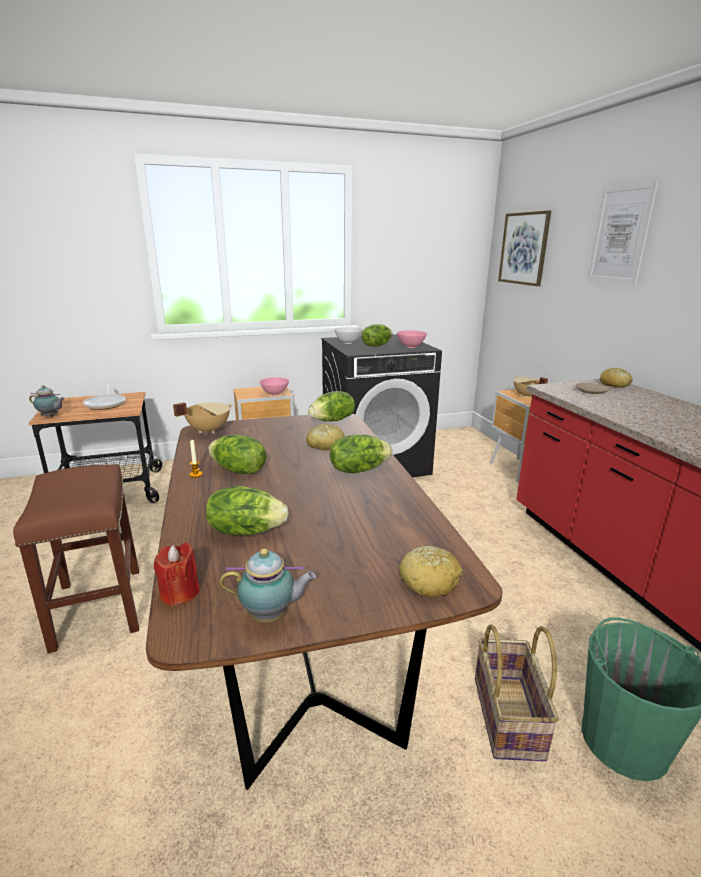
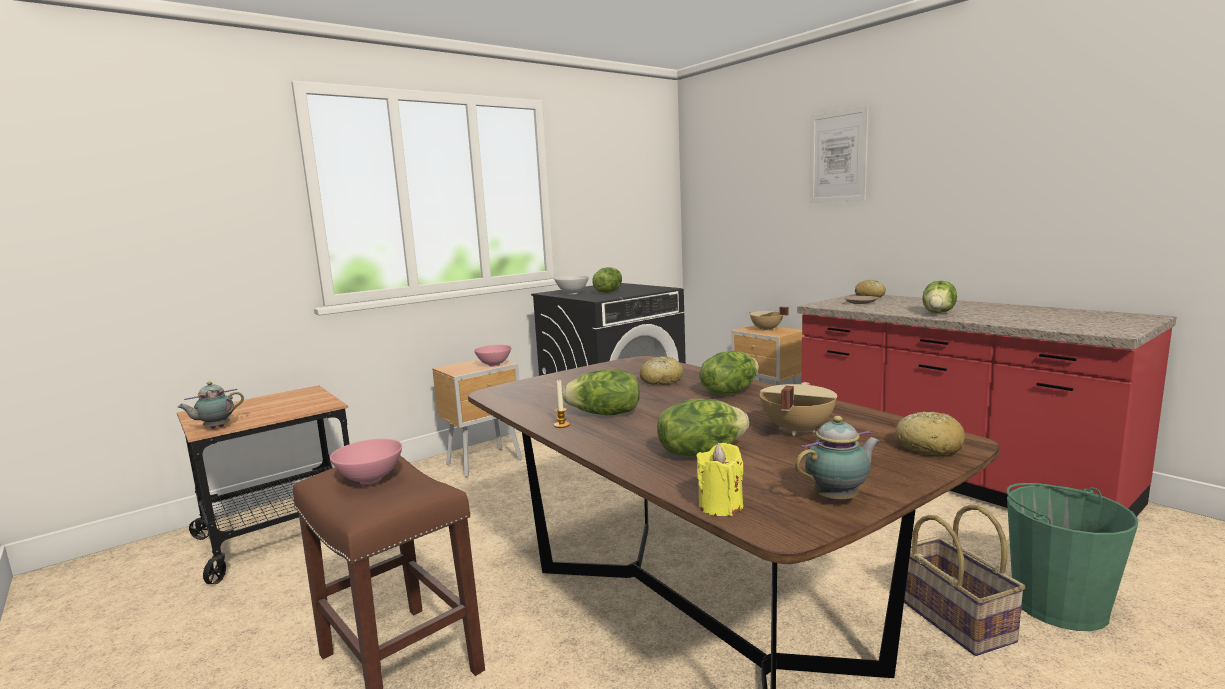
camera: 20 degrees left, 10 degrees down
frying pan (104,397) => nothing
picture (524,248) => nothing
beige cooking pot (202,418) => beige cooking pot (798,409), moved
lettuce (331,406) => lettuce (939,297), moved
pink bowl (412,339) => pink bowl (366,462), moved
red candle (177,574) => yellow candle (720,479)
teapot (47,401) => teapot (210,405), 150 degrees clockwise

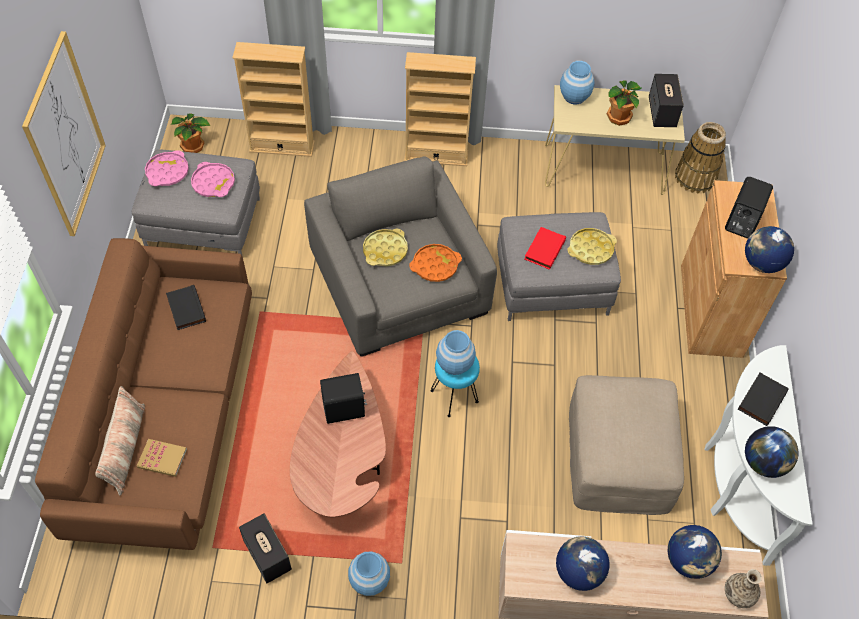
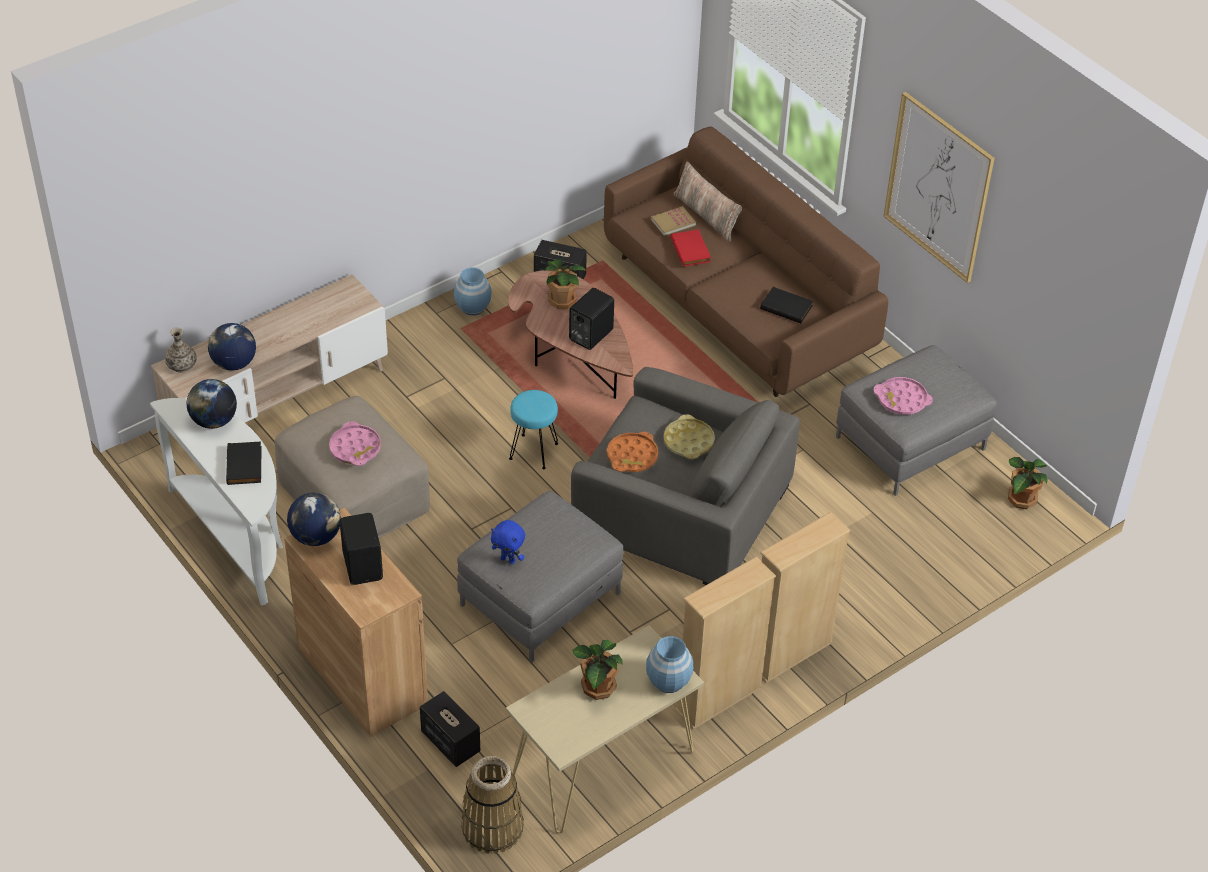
camera: 140 degrees right, 10 degrees down
blue vase (456,352) => nothing
globe (583,563) => nothing
nothing => potted plant (565,284)
pink tray (167,168) => pink tray (355,443), moved
beige bookcase (273,99) => beige bookcase (725,643), moved
red book (545,248) => red book (691,248), moved
speaker (666,100) => speaker (450,729), moved
yellow tray (592,246) => blue plush toy (508,542)

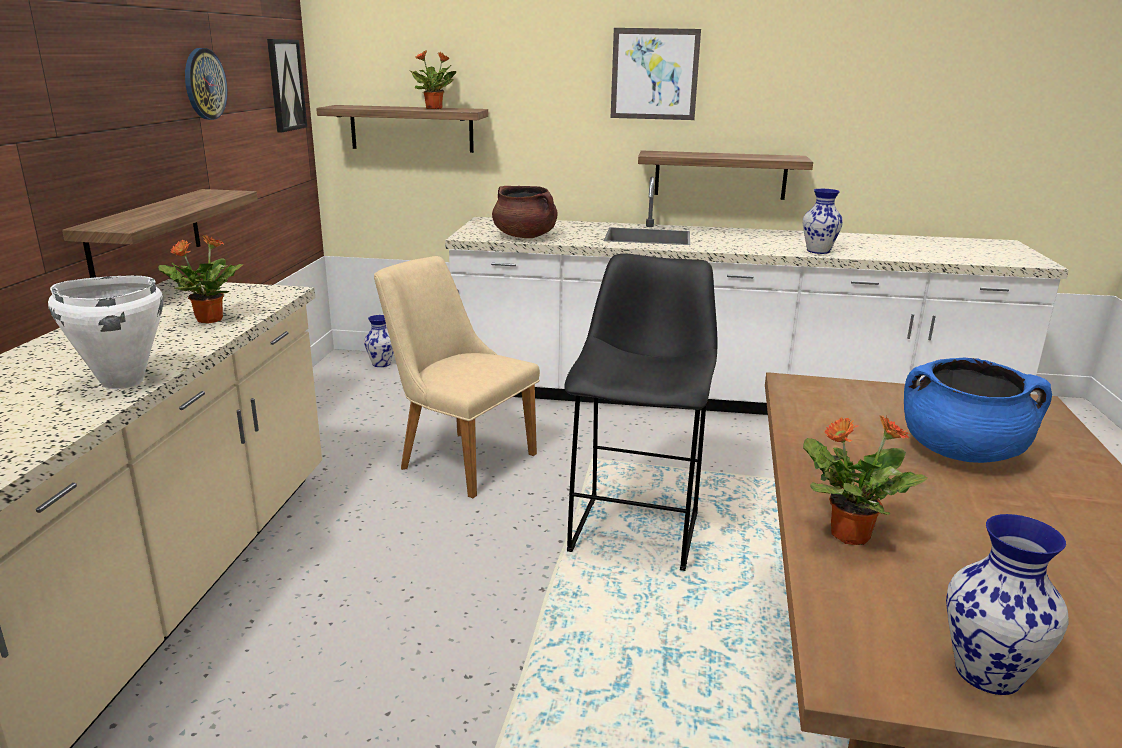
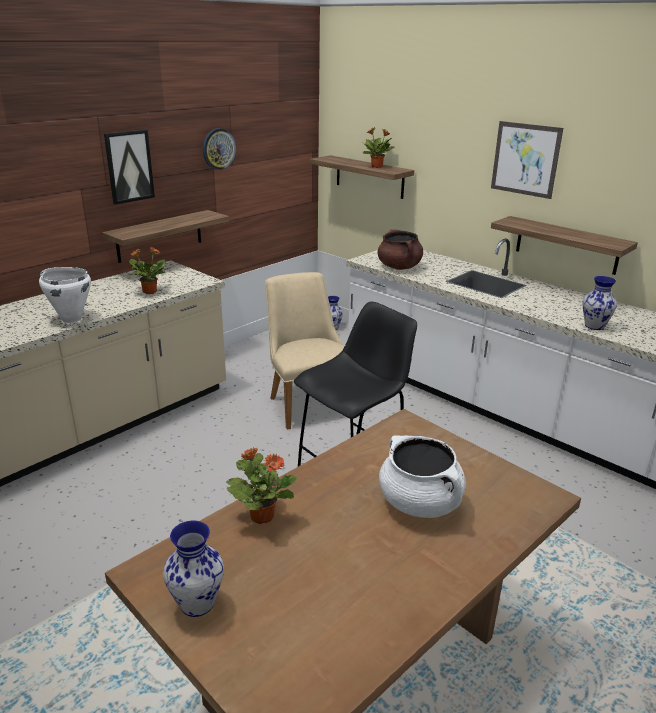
camera: 35 degrees right, 5 degrees up
picture (287,85) => picture (129,167), moved
blue cooking pot (978,410) => white cooking pot (422,476)

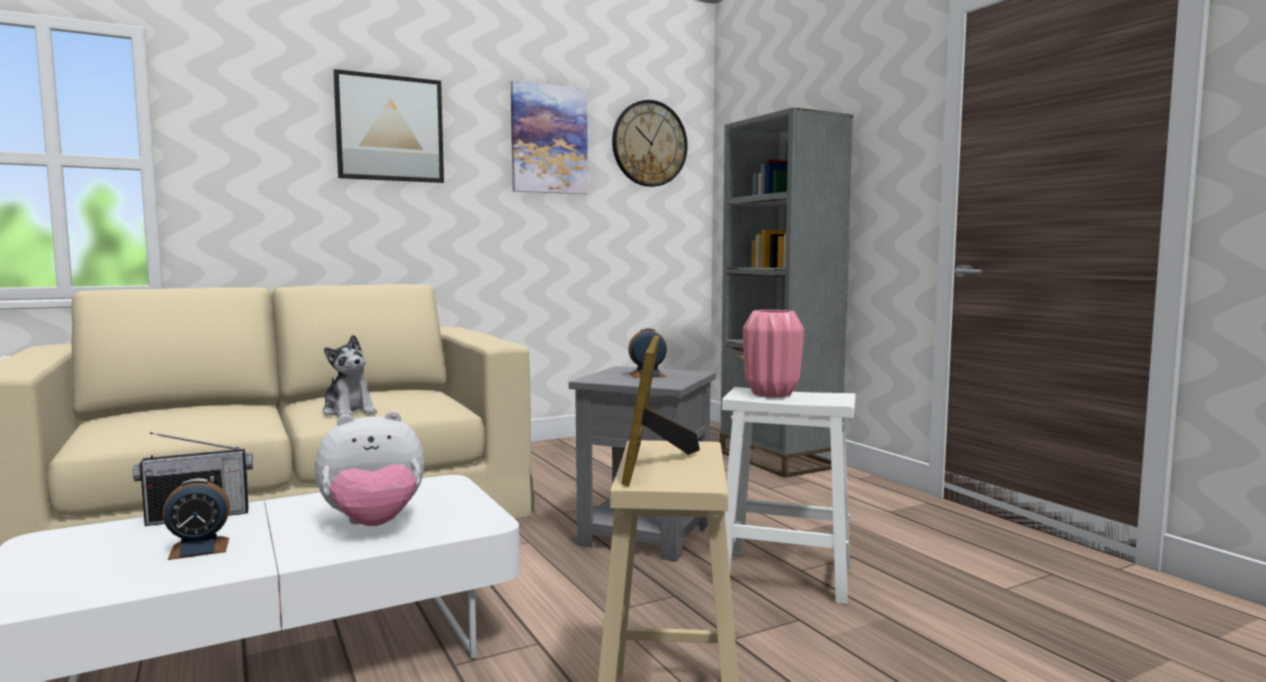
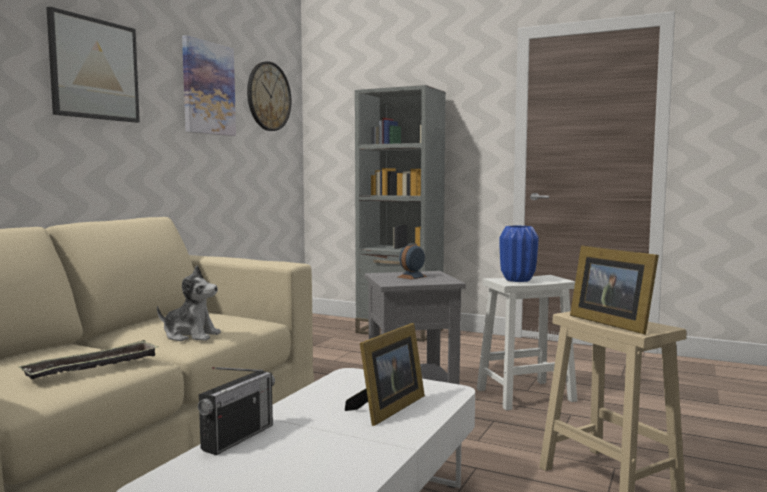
camera: 35 degrees left, 0 degrees up
alarm clock (196,519) => nothing
nothing => tray (89,360)
plush toy (369,468) => picture frame (385,374)
pink vase (773,354) => blue vase (519,254)

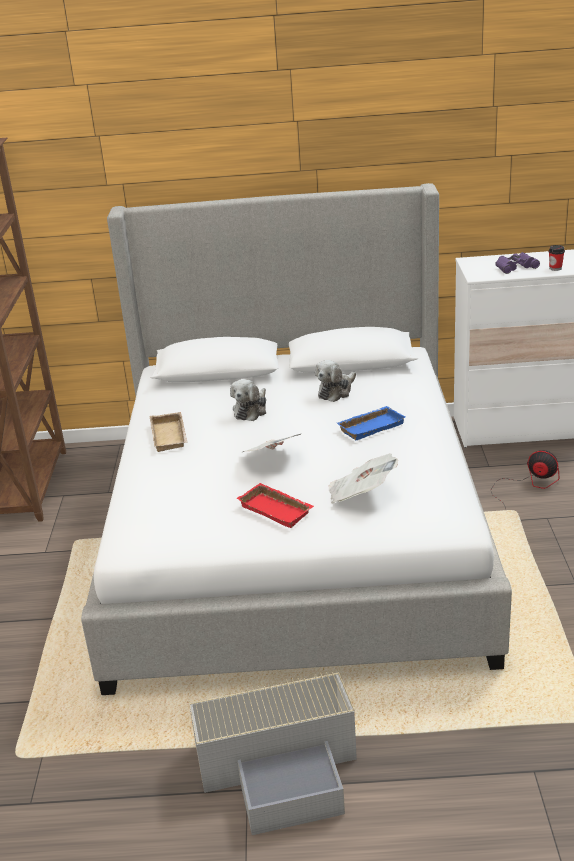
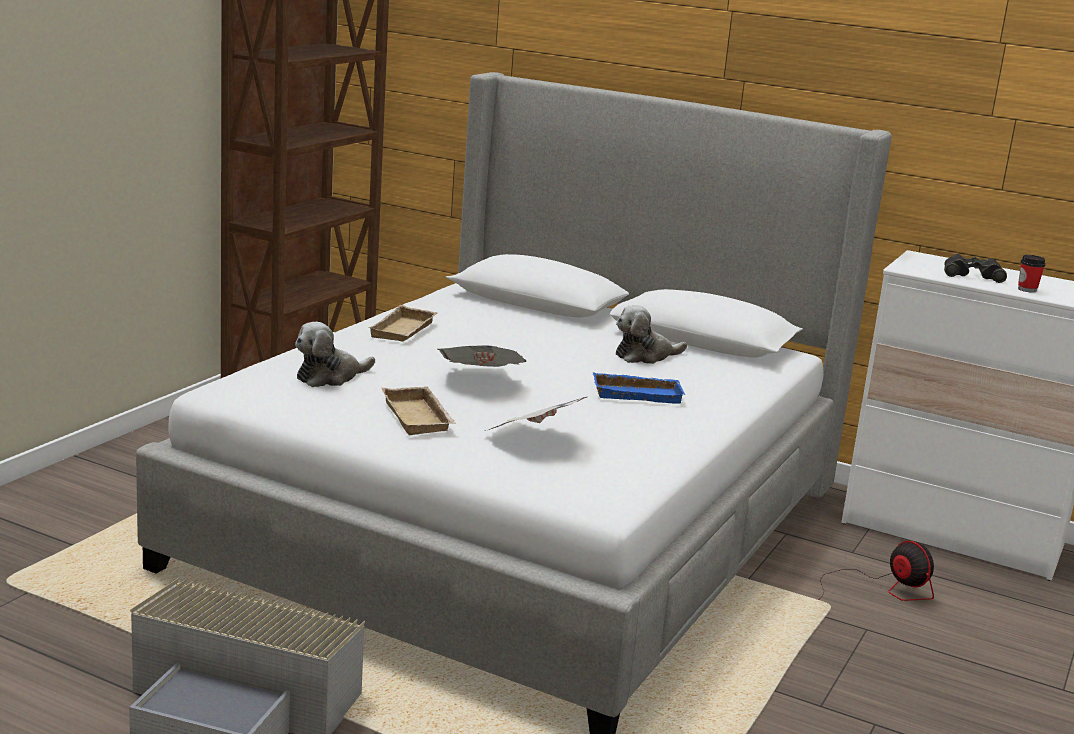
camera: 25 degrees right, 10 degrees down
plush toy (248,400) => plush toy (335,354), moved
red tray (275,505) => beige tray (419,411)
purple binoculars (517,263) => black binoculars (975,268)

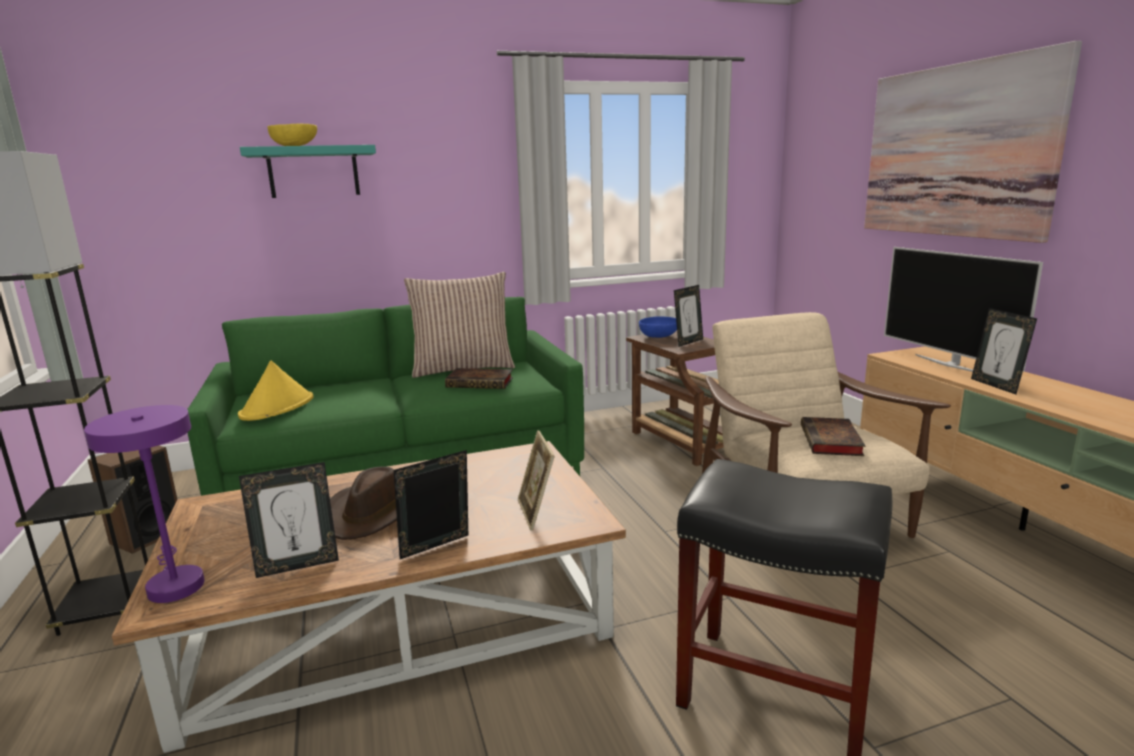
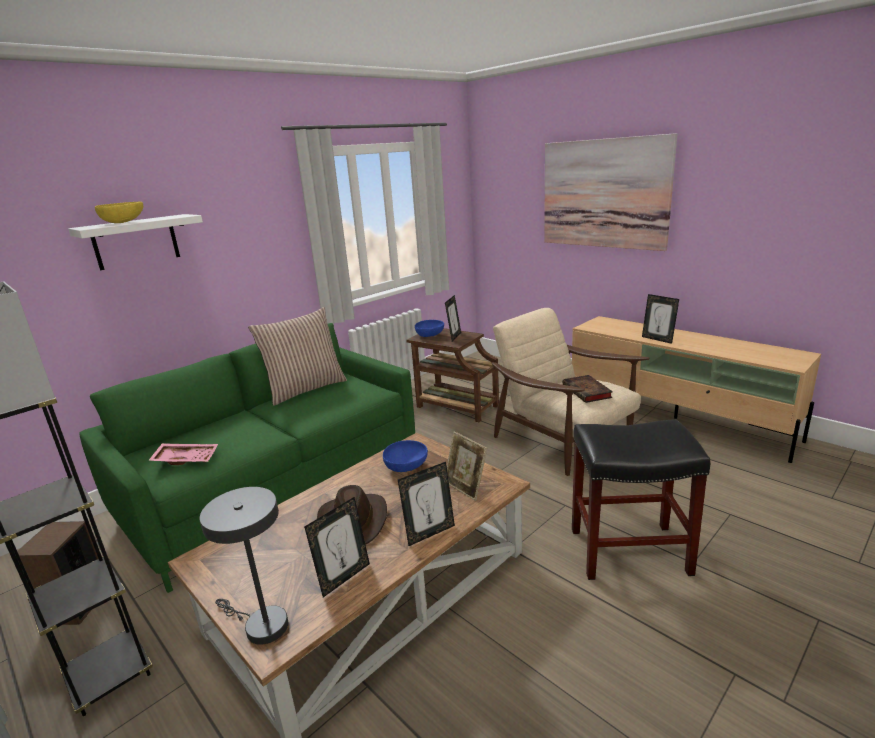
camera: 25 degrees left, 5 degrees up
book (479,378) => nothing
television (963,309) => nothing
nothing => blue bowl (405,456)
yellow hat (275,391) => pink tray (183,454)
purple table lamp (144,504) => grey table lamp (243,566)
turquoise shelf (308,171) => white shelf (135,242)
picture frame (431,504) => picture frame (426,504), 150 degrees counterclockwise

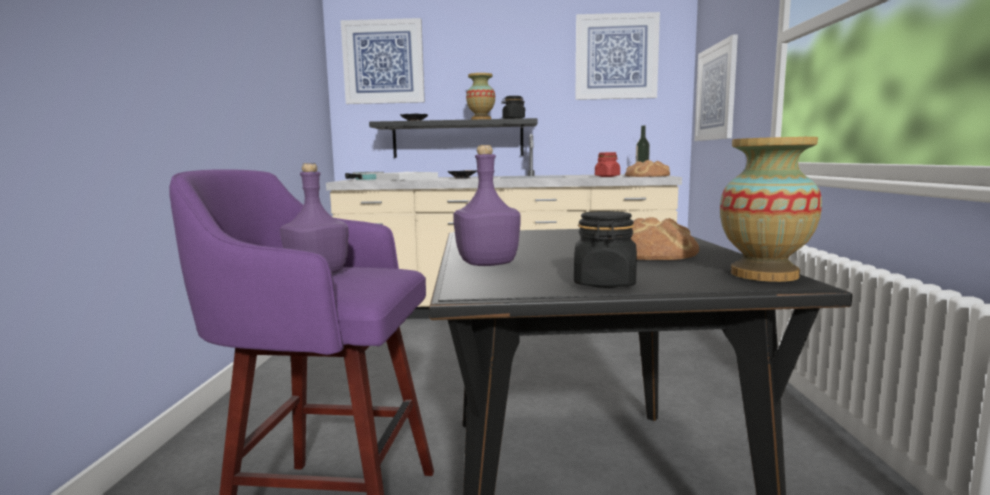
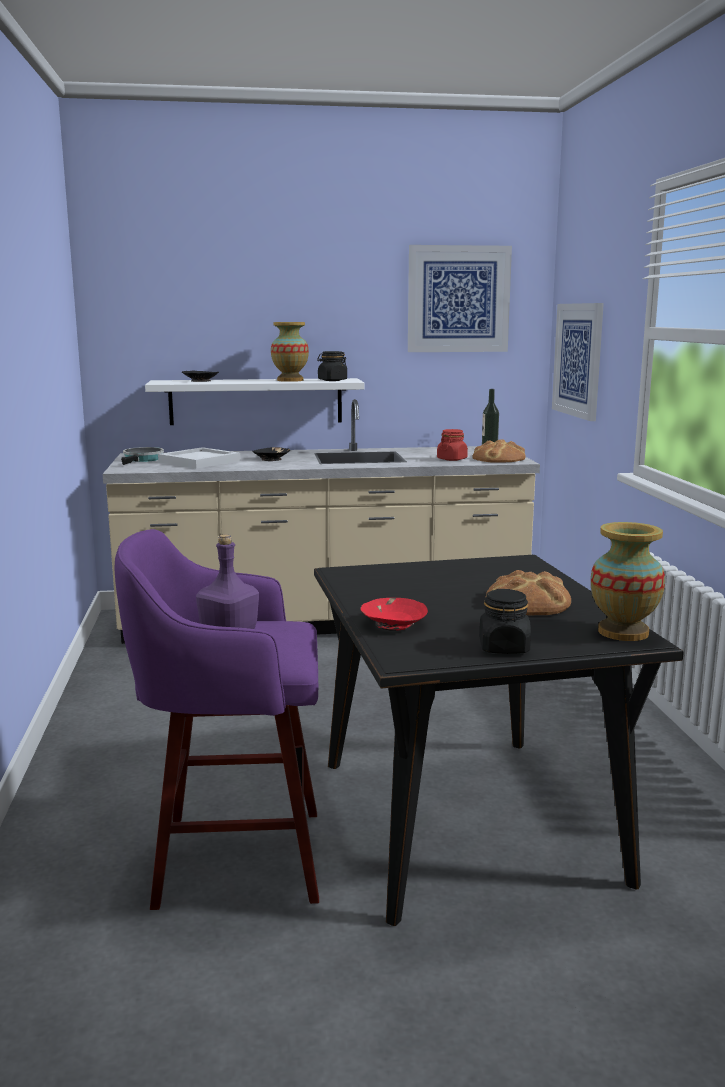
camera: 10 degrees left, 5 degrees up
picture (383,61) => nothing
purple bottle (487,205) => red bowl (394,614)
black shelf (453,138) => white shelf (255,401)

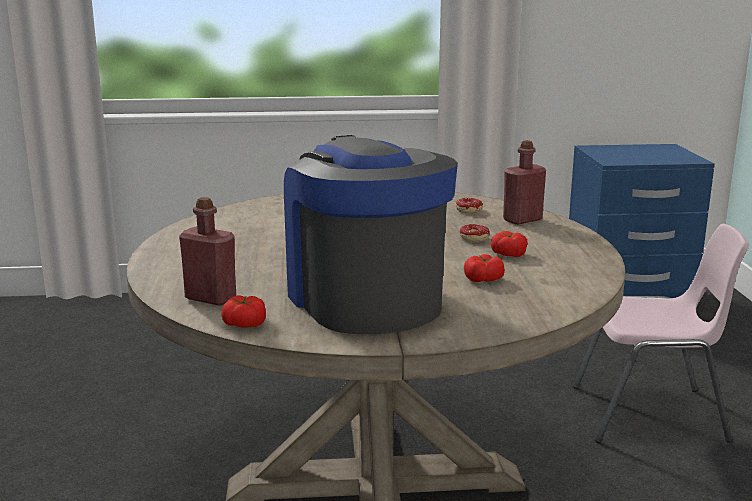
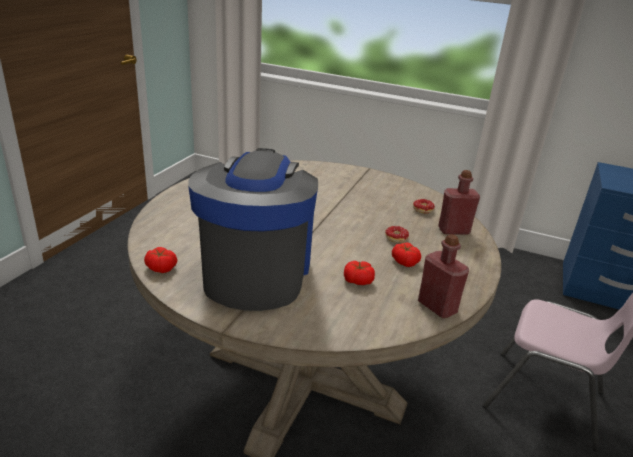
camera: 25 degrees right, 10 degrees up
red bottle (207,251) => red bottle (443,276), moved

